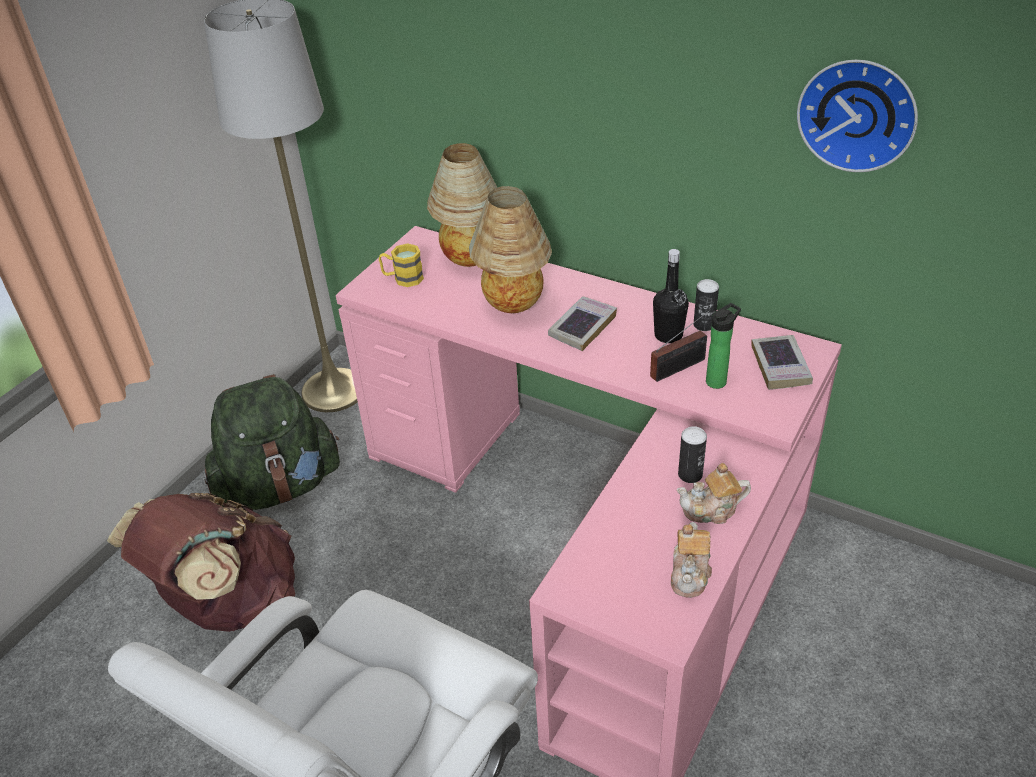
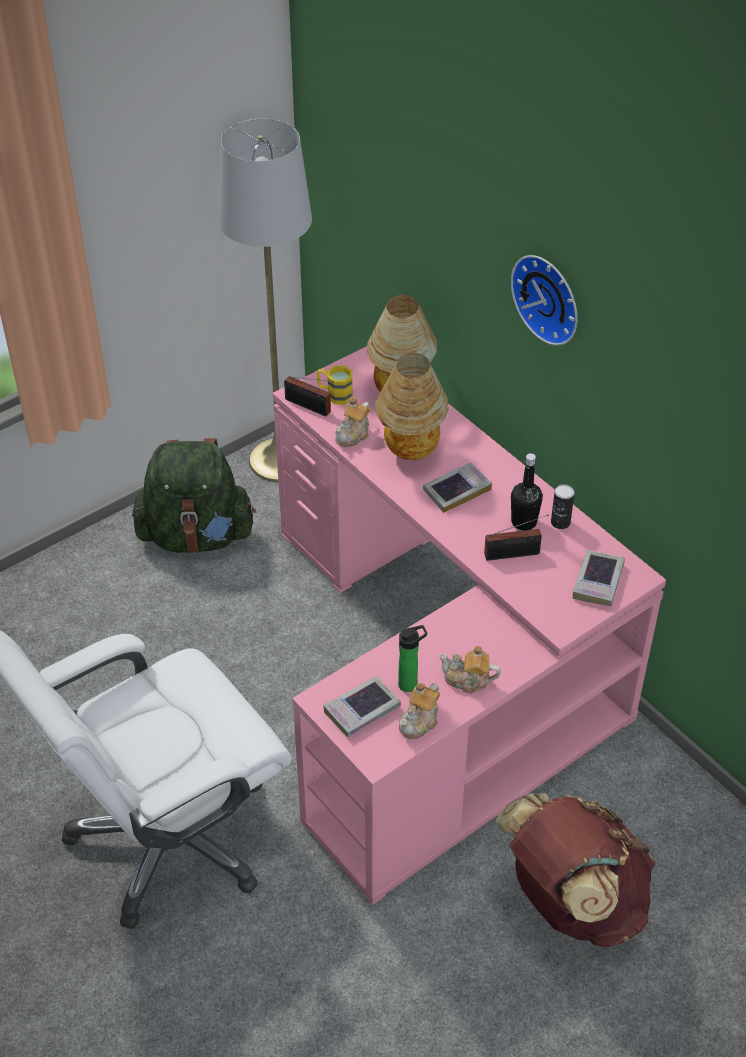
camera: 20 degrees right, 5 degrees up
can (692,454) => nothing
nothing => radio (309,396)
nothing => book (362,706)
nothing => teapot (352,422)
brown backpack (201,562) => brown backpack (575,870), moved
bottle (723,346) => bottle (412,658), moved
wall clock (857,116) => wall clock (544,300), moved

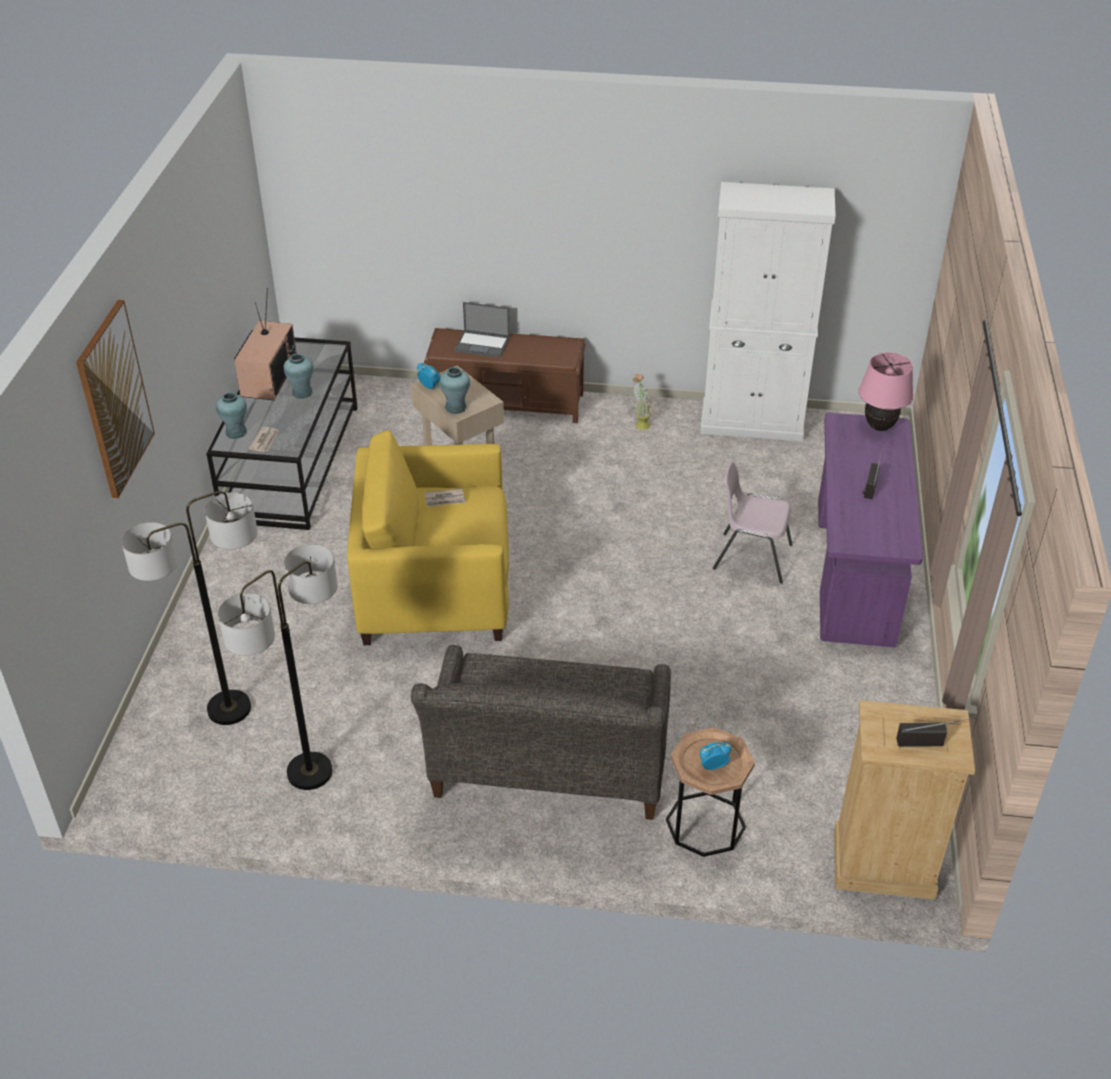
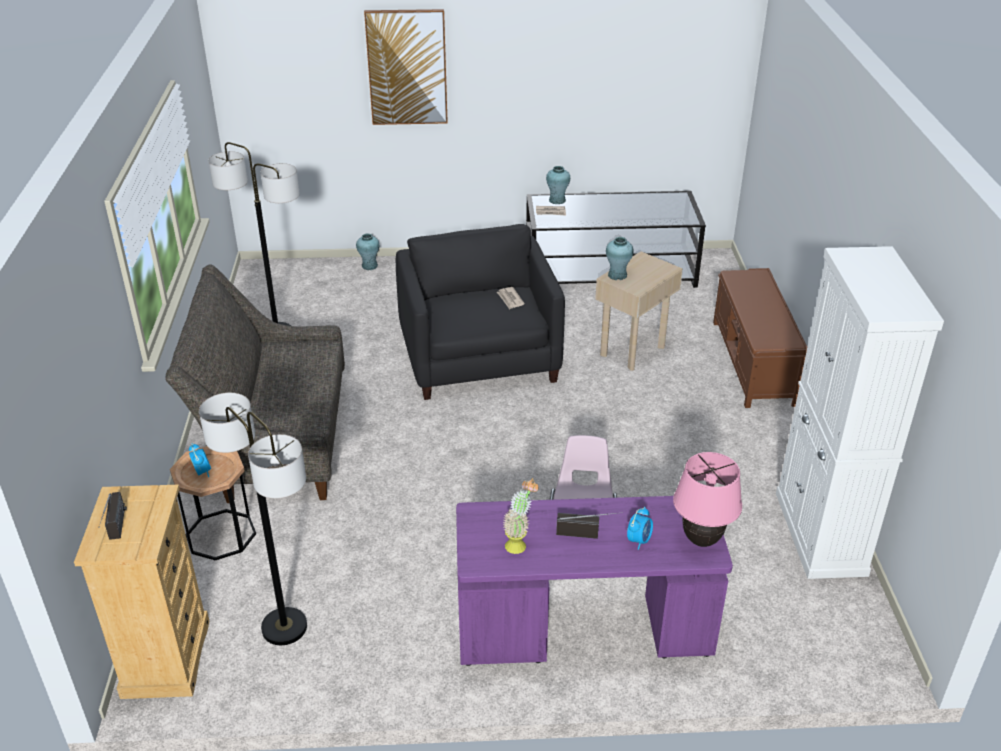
camera: 80 degrees right, 5 degrees down
television (265,344) => nothing
laptop (482,330) => nothing
floor lamp (189,608) => floor lamp (253,519), moved
turquoise vase (298,376) => turquoise vase (367,251), moved
alarm clock (428,376) => alarm clock (640,528), moved
potted plant (643,402) => potted plant (520,516), moved
yellow armchair (428,537) => black armchair (480,312)

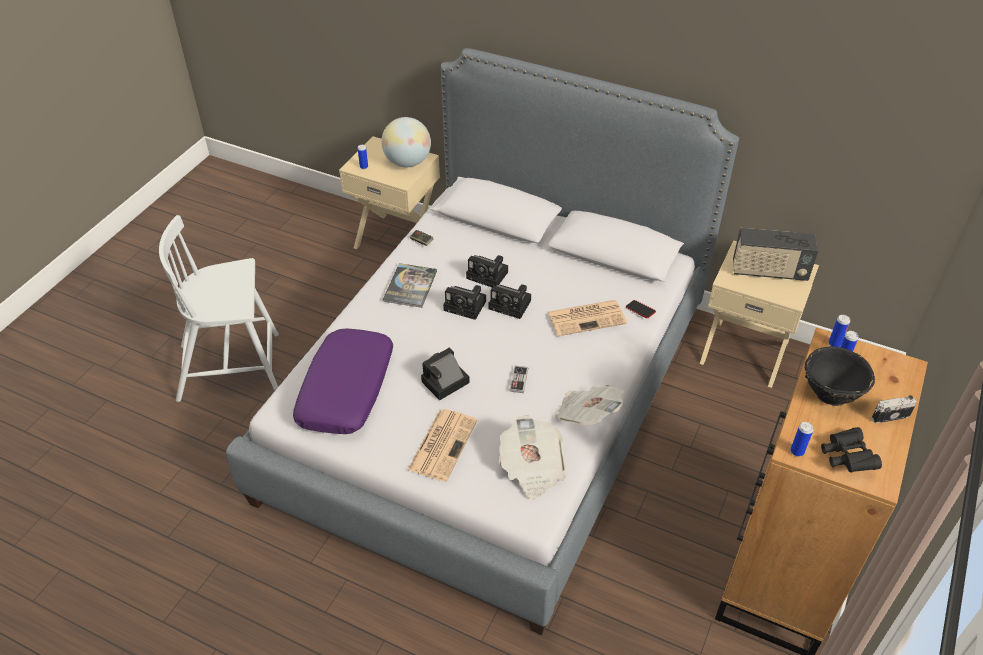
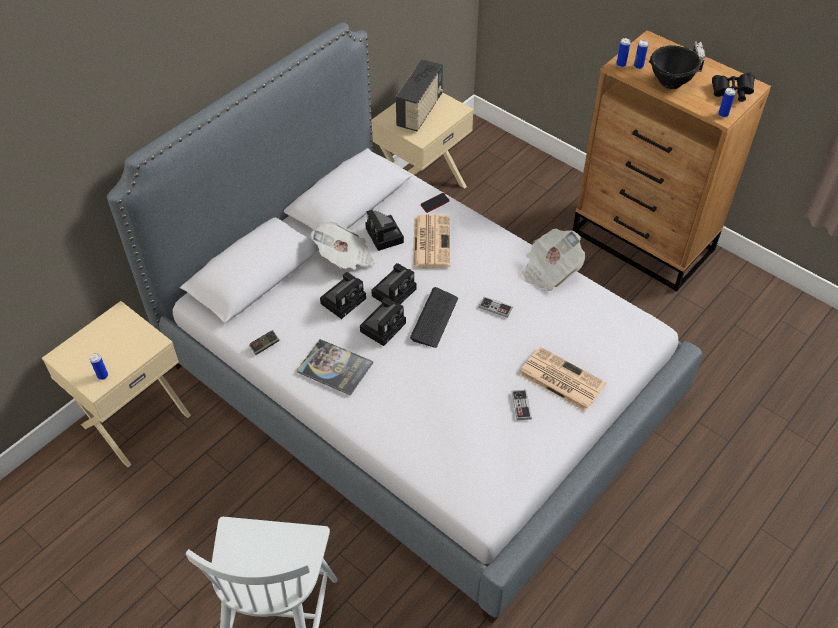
camera: 75 degrees left, 5 degrees up
purple pillow (343,381) => nothing
globe (406,142) => nothing
nothing => keyboard (434,317)
nothing => game controller (522,405)
photo camera (445,374) => photo camera (384,230), moved
newspaper (532,457) => newspaper (343,245), moved

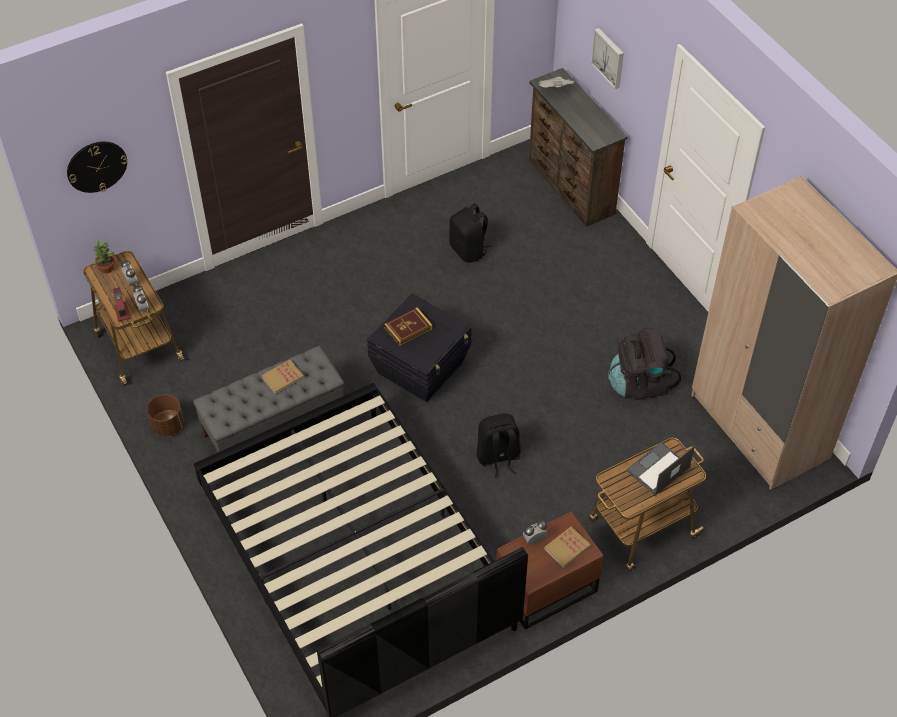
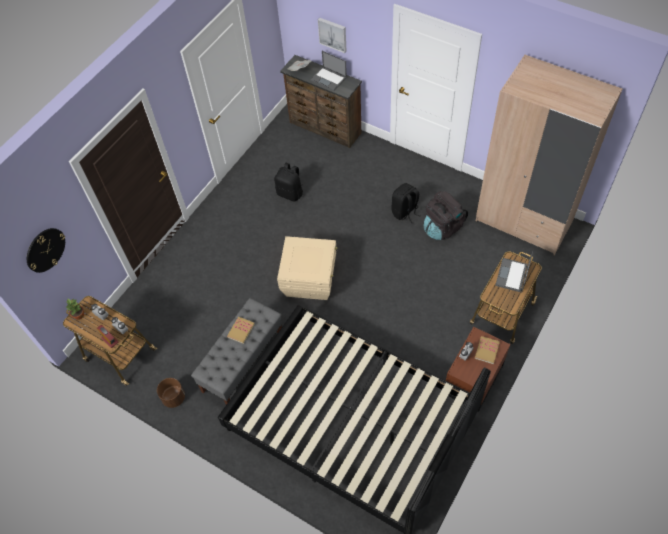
camera: 25 degrees left, 5 degrees up
book (408,326) => nothing
nothing => laptop (328,71)
black backpack (499,446) => black backpack (406,203), moved
black storage box (419,347) => beige storage box (307,268)

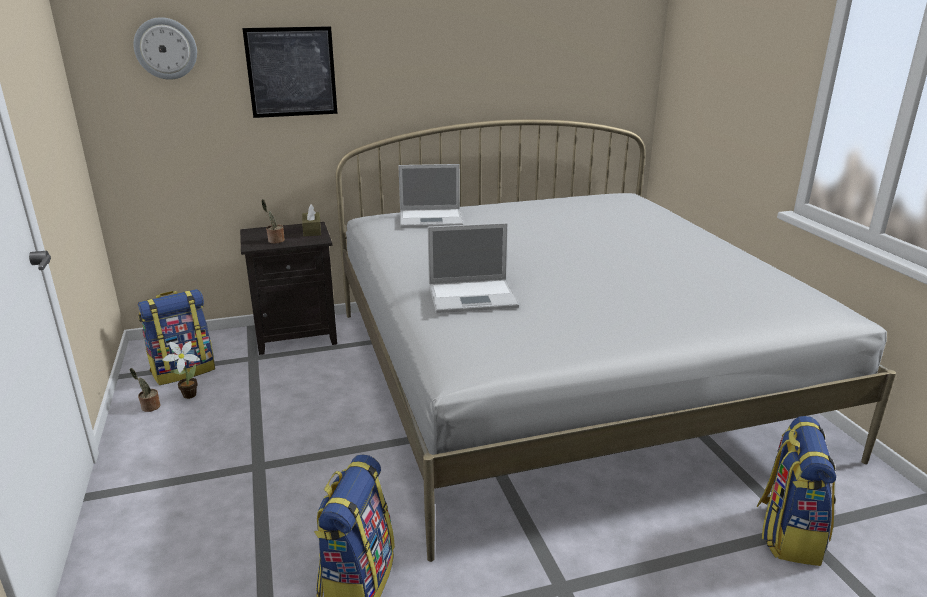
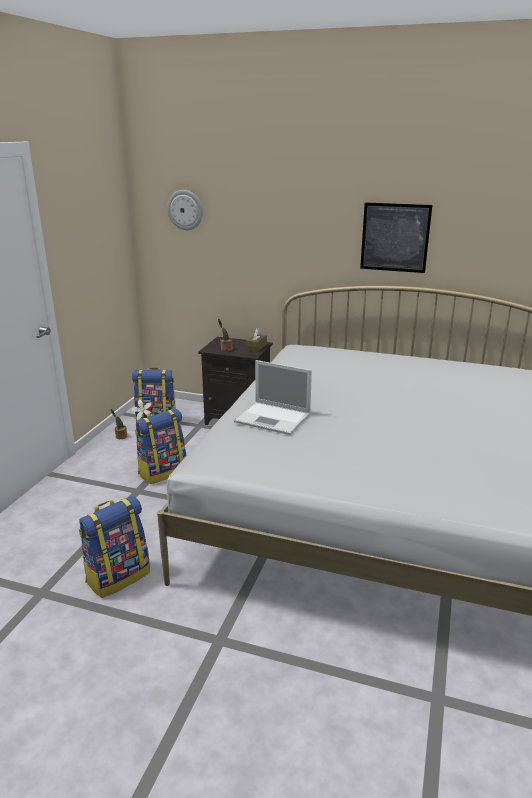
camera: 35 degrees right, 0 degrees up
laptop (430,196) => nothing
picture (290,72) => picture (396,237), moved
backpack (796,491) => backpack (160,446), moved

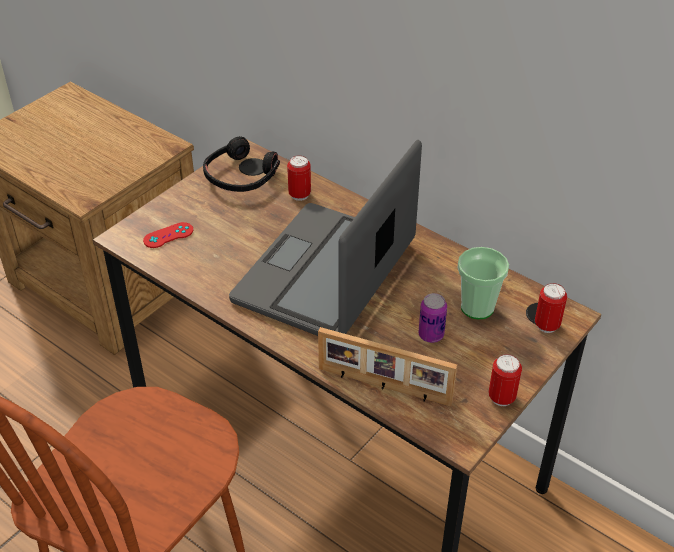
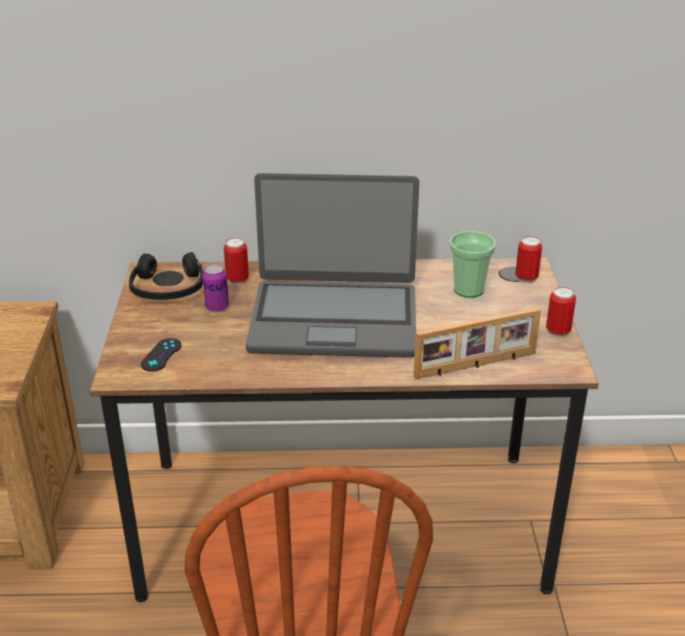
camera: 40 degrees left, 10 degrees down
can (433,318) => can (216,288), moved
red game controller (168,235) => black game controller (161,355)
laptop (325,238) => laptop (332,265), 75 degrees counterclockwise

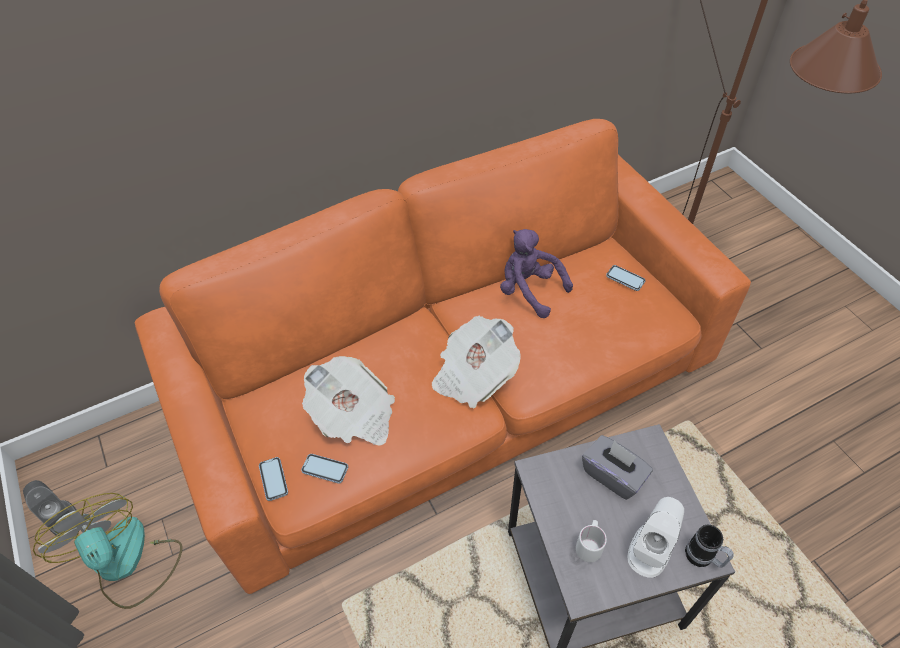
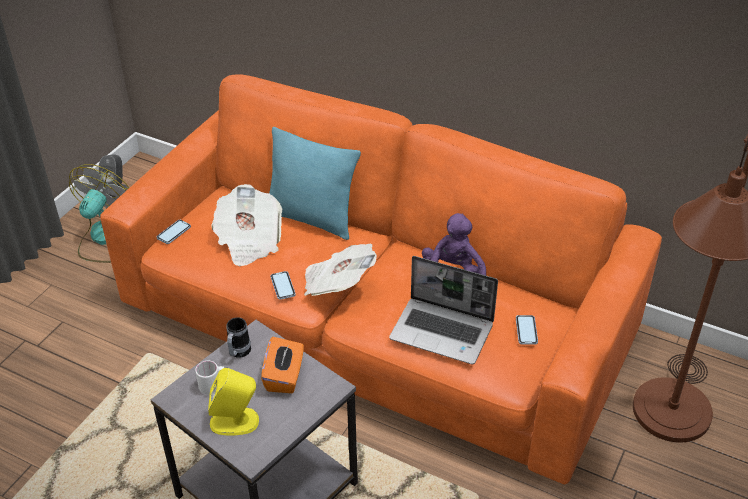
camera: 55 degrees right, 10 degrees down
nothing => turquoise pillow (315,183)
nothing => laptop (443,310)
phone (324,469) => phone (283,285), moved
mug (709,546) => mug (238,337), moved
grey tissue box (617,467) => orange tissue box (282,365)
white speaker (656,537) => yellow speaker (233,401)

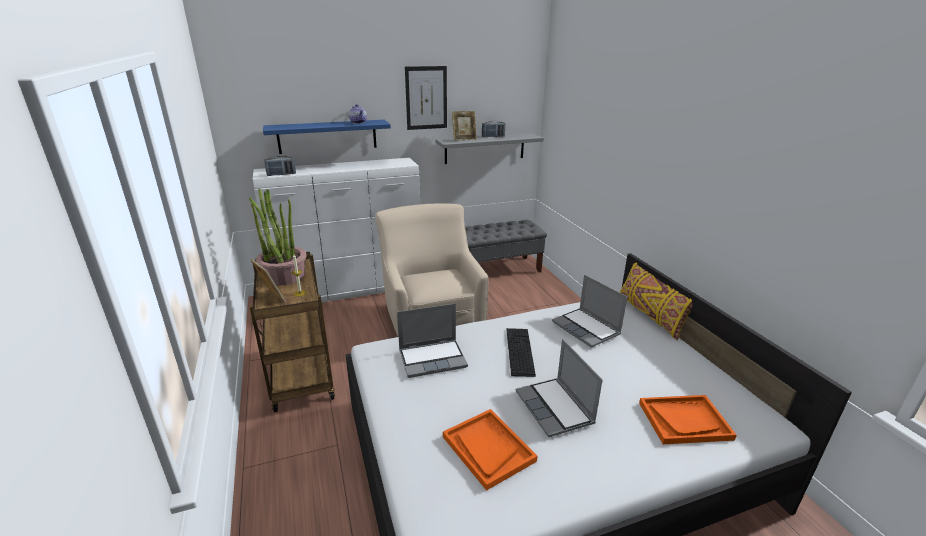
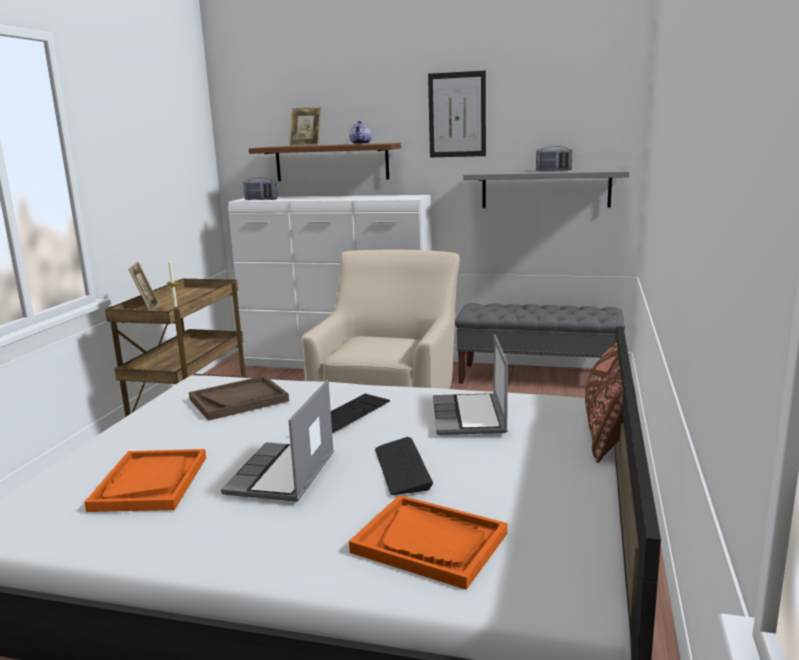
camera: 35 degrees right, 10 degrees down
potted plant (278,237) => nothing
nothing => keyboard (404,466)
picture frame (464,126) => picture frame (305,126), moved
laptop (432,340) => brown tray (239,398)
blue shelf (327,137) => brown shelf (325,162)
yellow pillow (656,301) => brown pillow (610,401)

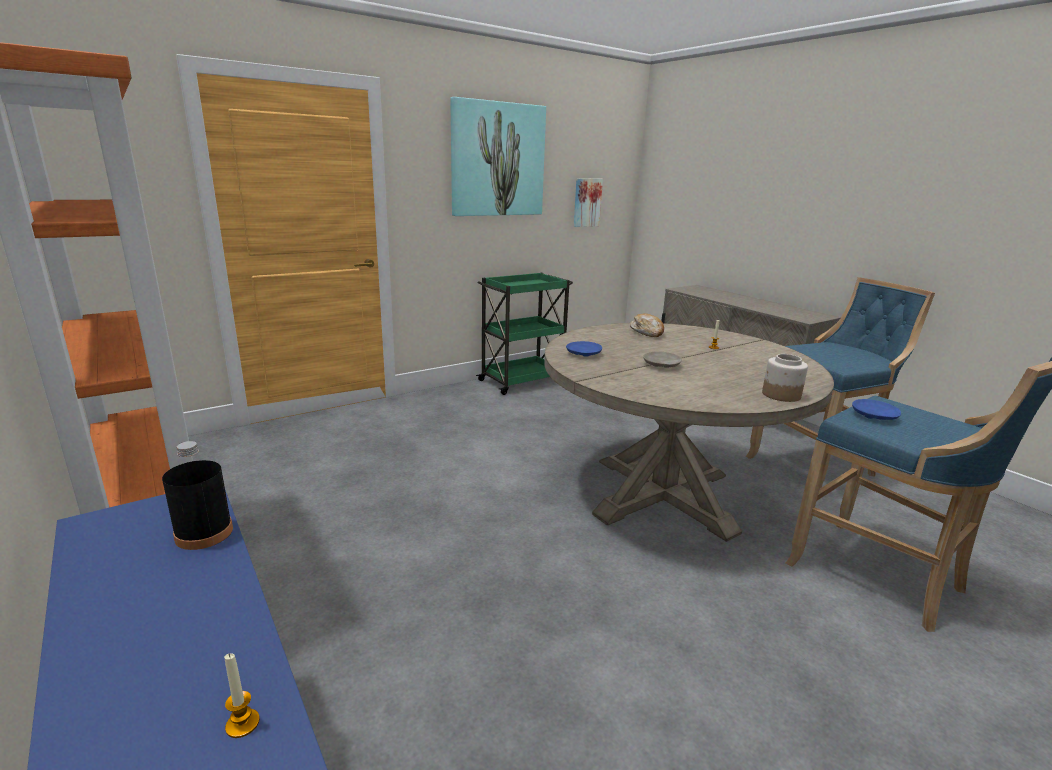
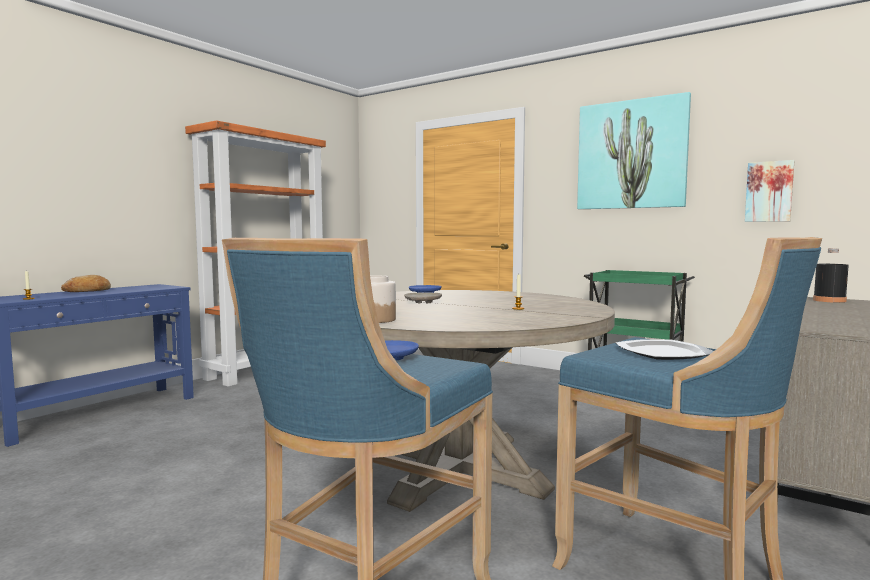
camera: 70 degrees right, 15 degrees down
nothing => plate (665,349)
black bottle (197,495) => black bottle (831,275), moved
bread (647,325) => bread (86,283), moved

